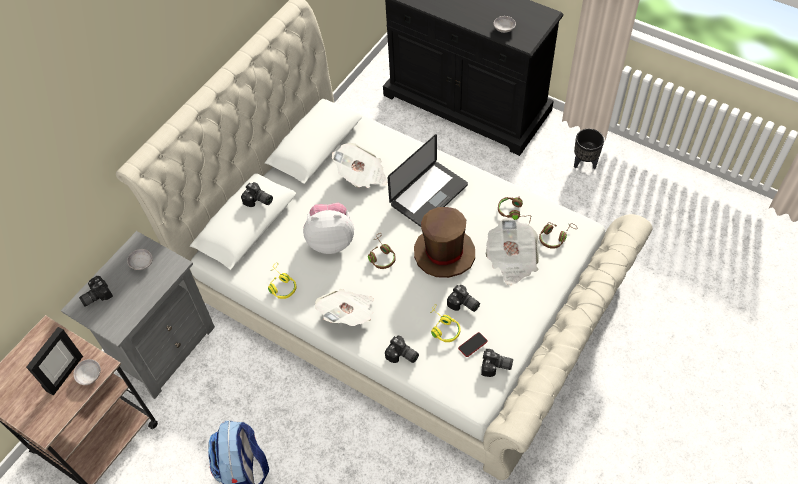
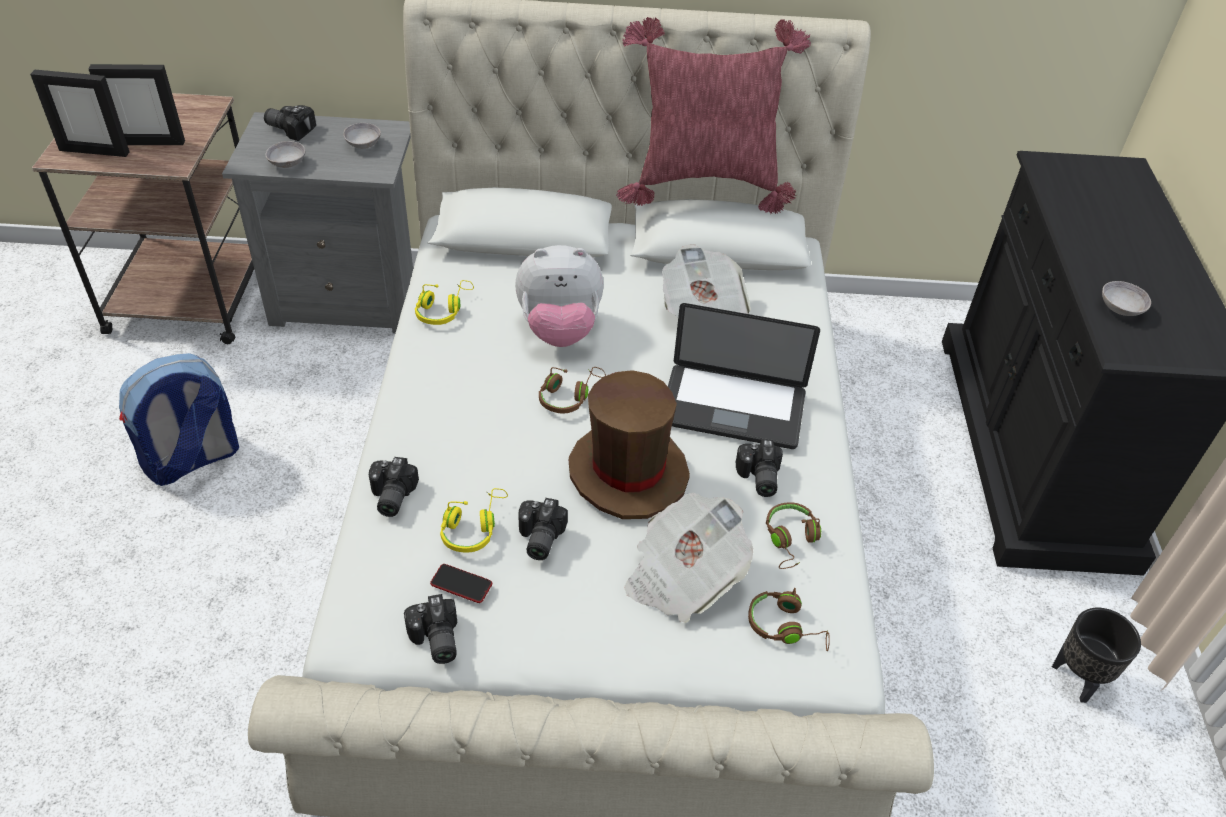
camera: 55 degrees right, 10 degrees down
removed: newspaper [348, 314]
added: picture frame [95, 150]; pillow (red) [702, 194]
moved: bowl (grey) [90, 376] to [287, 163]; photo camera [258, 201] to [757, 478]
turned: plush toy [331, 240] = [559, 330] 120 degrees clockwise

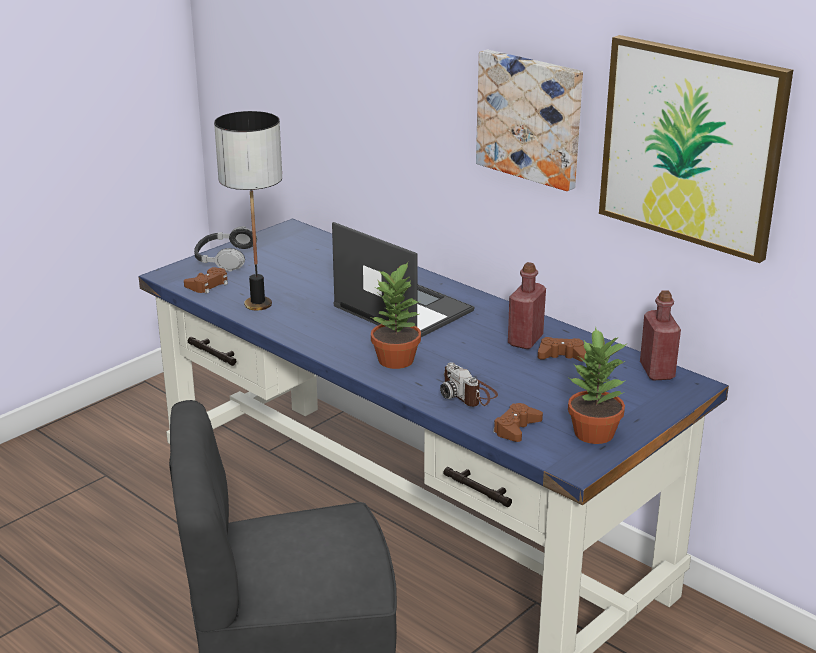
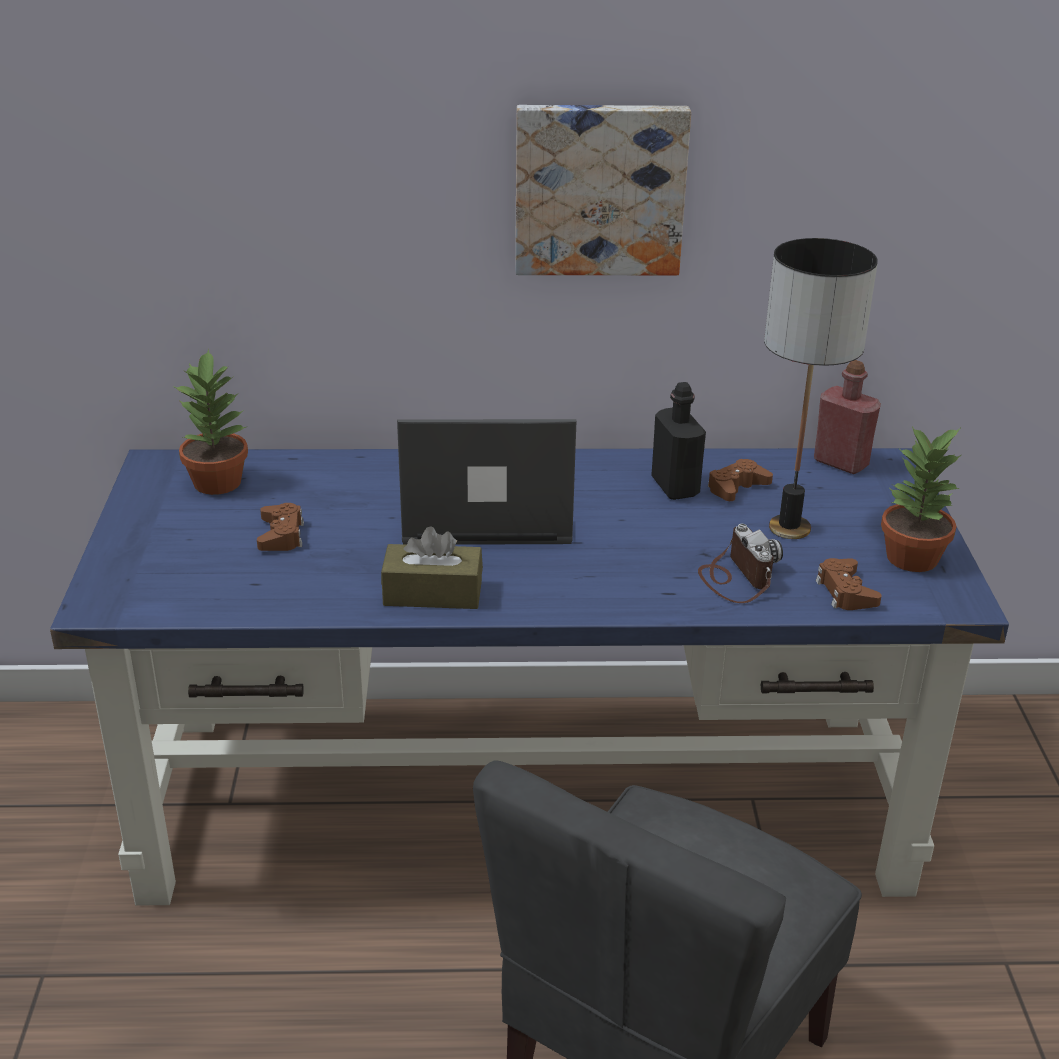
camera: 45 degrees left, 5 degrees up
removed: headphones [224, 258]; picture [691, 145]
added: tissue box (brown) [433, 593]
moved: game controller (brown) [208, 285] to [281, 535]; table lamp [259, 304] to [790, 527]; potted plant [397, 360] to [219, 482]
recoloured: bottle (red) [525, 340] to bottle (black) [675, 487]
turned: photo camera [469, 394] = [736, 577] 120 degrees counterclockwise

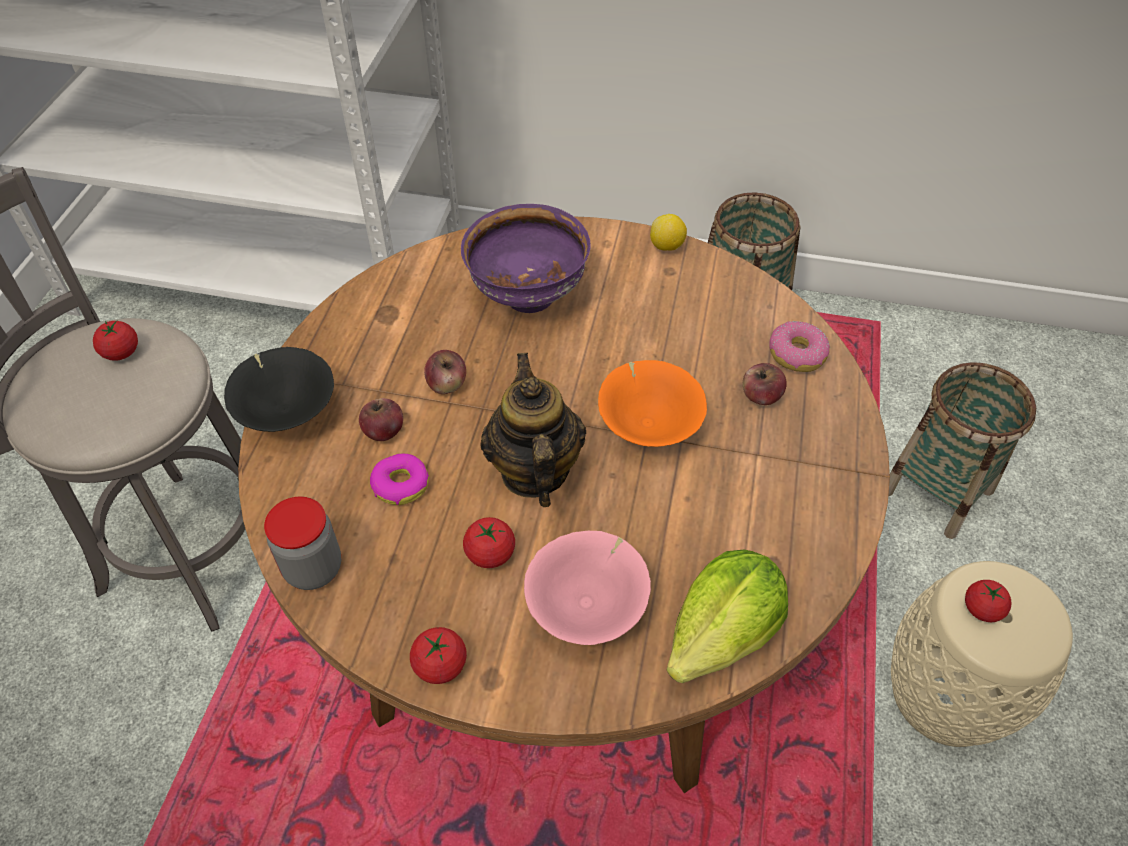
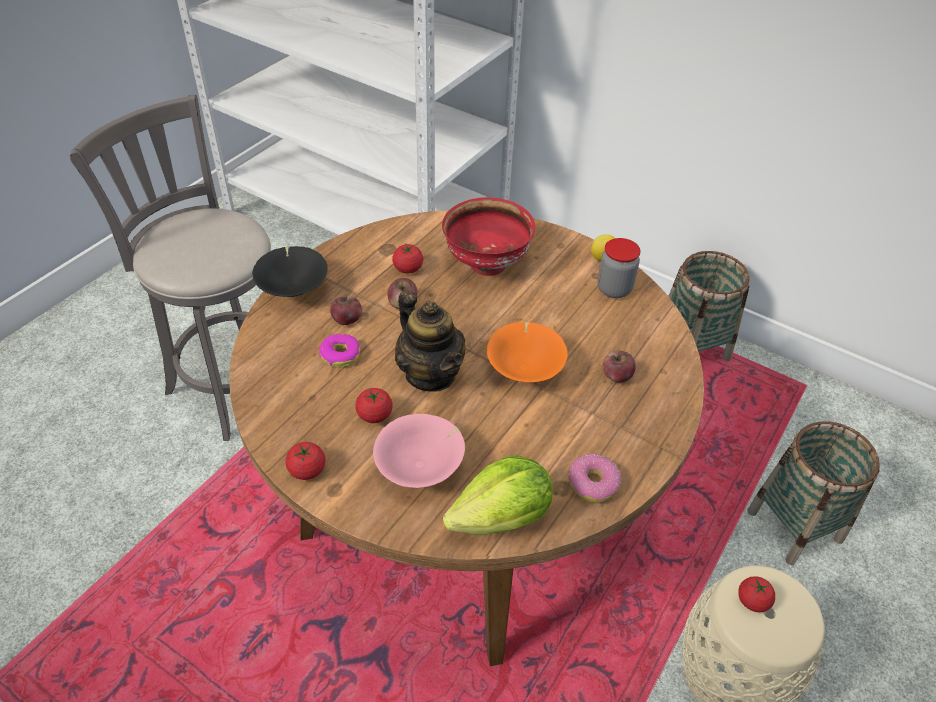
camera: 20 degrees right, 5 degrees down
moved: tomato [121, 352] to [408, 268]; jar [313, 568] to [614, 289]; donut [796, 354] to [592, 483]
recoloured: bowl (purple) [527, 298] to bowl (red) [486, 265]
turned: teapot [533, 471] = [430, 374] 135 degrees clockwise

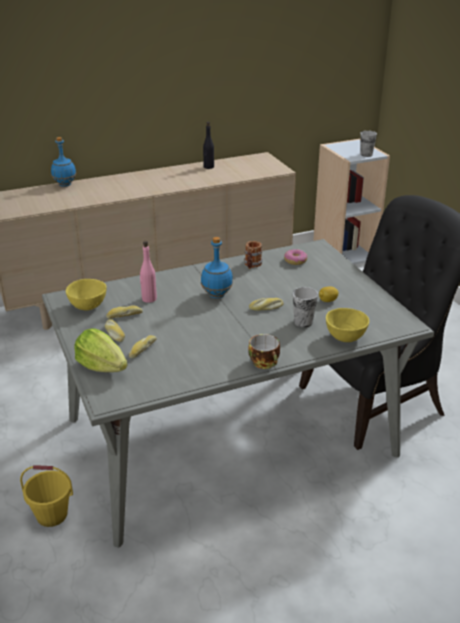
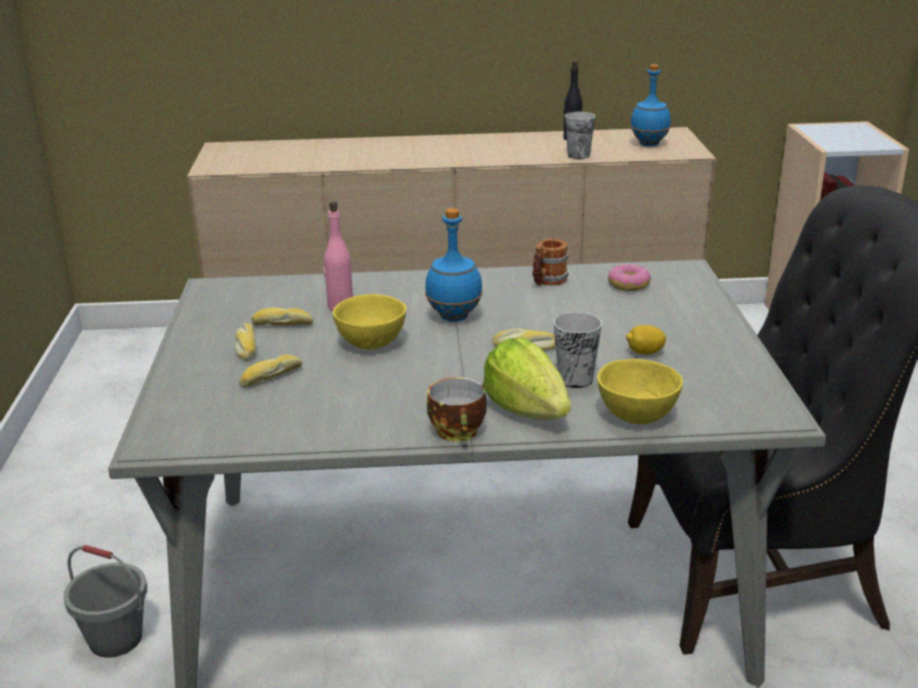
camera: 20 degrees right, 5 degrees down
moved: bottle (blue) [65, 185] to [648, 144]; bowl (yellow) [89, 306] to [372, 344]; lettuce [102, 367] to [527, 410]; cup [366, 154] to [578, 155]
recoloured: bucket (yellow) [51, 515] to bucket (grey) [115, 639]

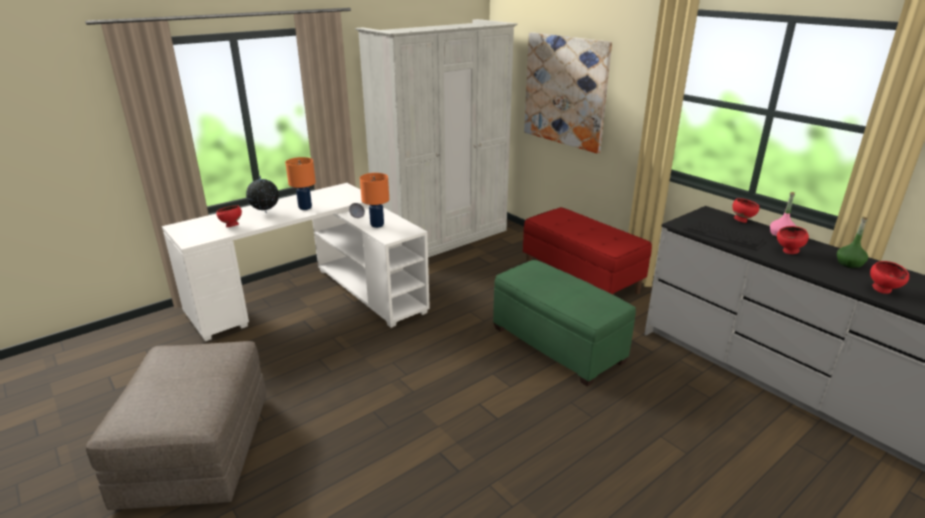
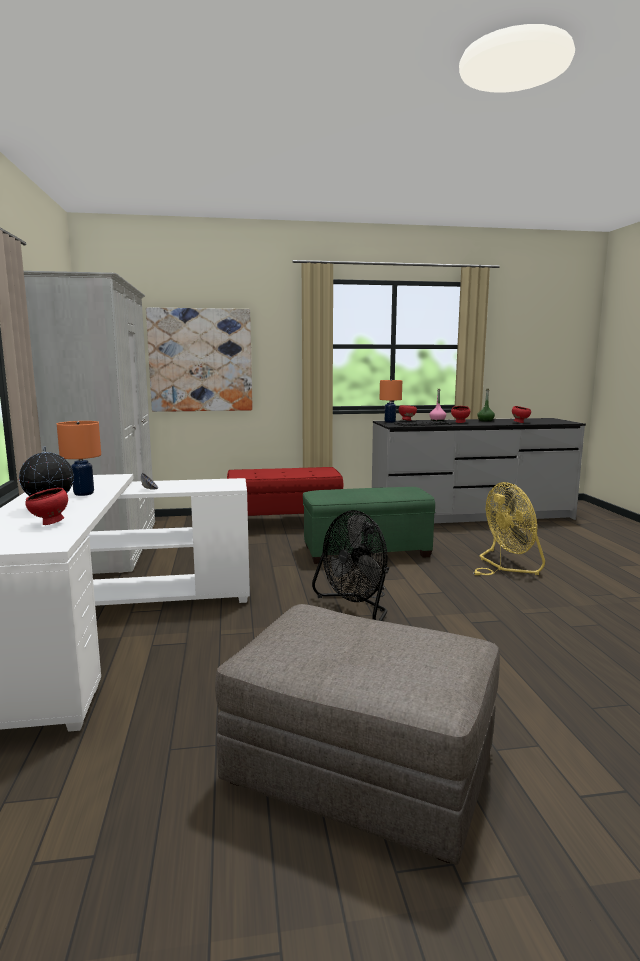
camera: 60 degrees left, 15 degrees down
added: fan (black) [358, 606]; fan (yellow) [502, 564]
moved: table lamp (orange) [376, 225] to [390, 422]

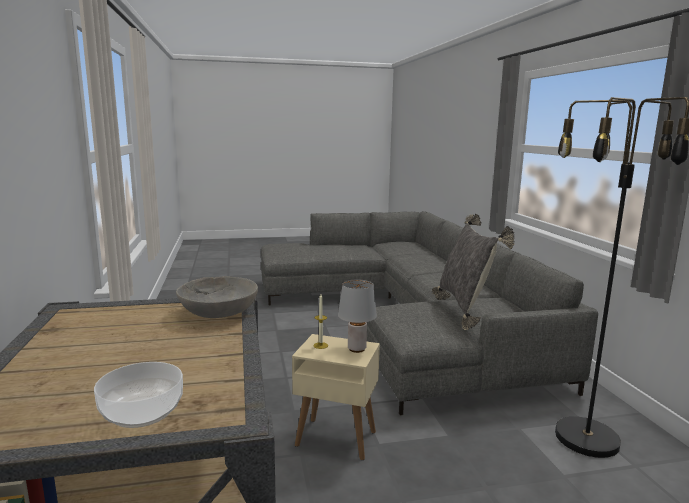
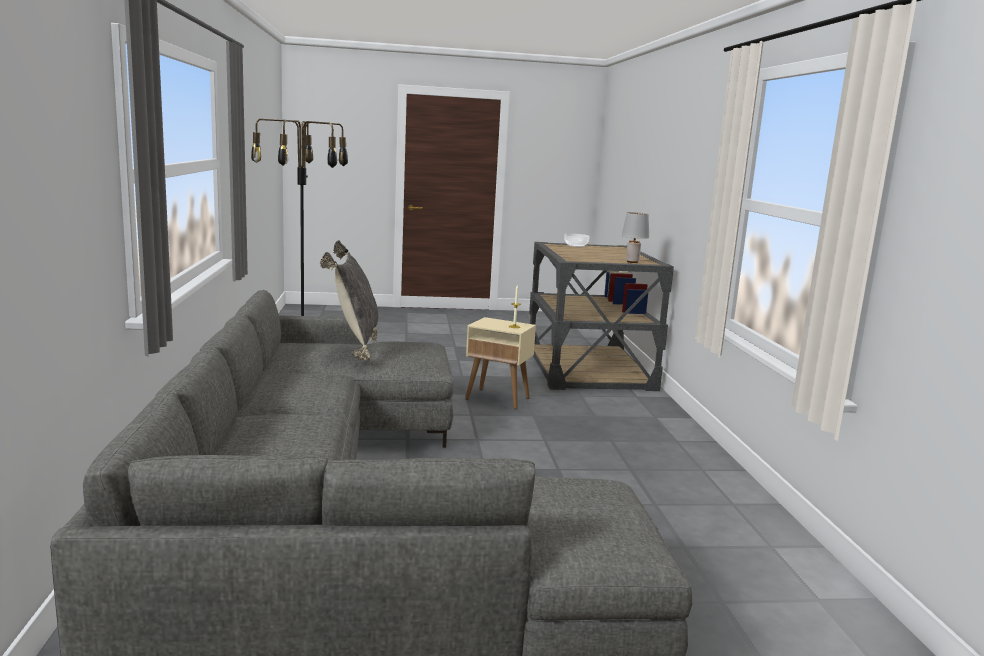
camera: 175 degrees left, 0 degrees up
removed: bowl (grey) [218, 312]
moved: table lamp (grey) [356, 349] to [632, 262]

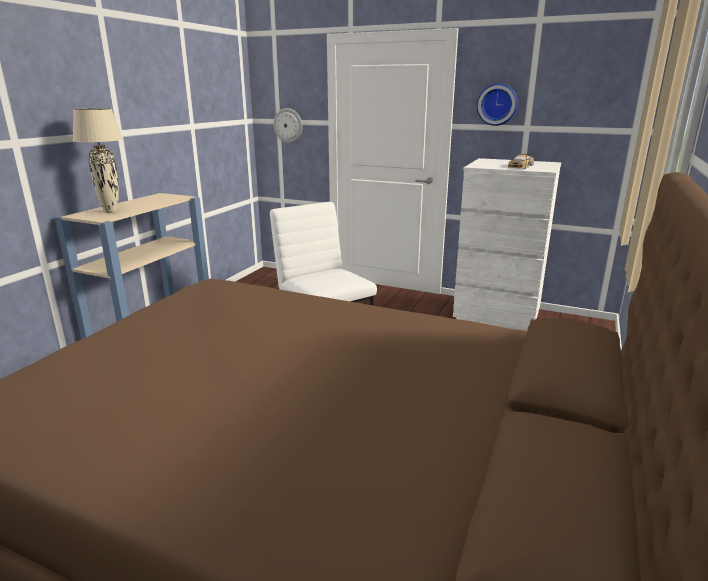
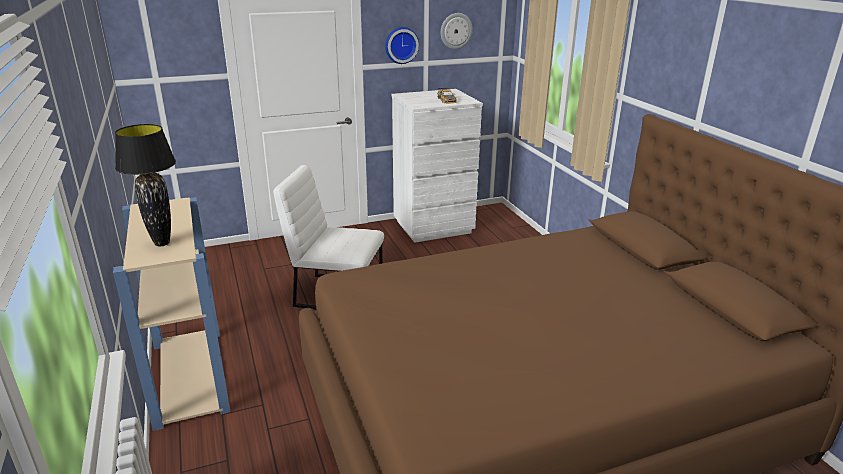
camera: 45 degrees left, 5 degrees up
moved: wall clock [288, 125] to [456, 31]
recoloured: table lamp (beige) [111, 211] to table lamp (black) [162, 243]

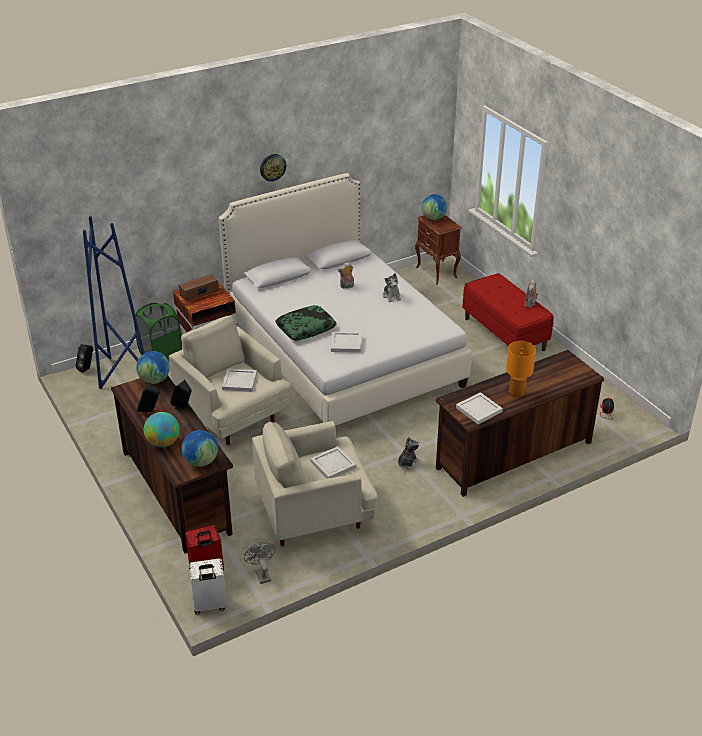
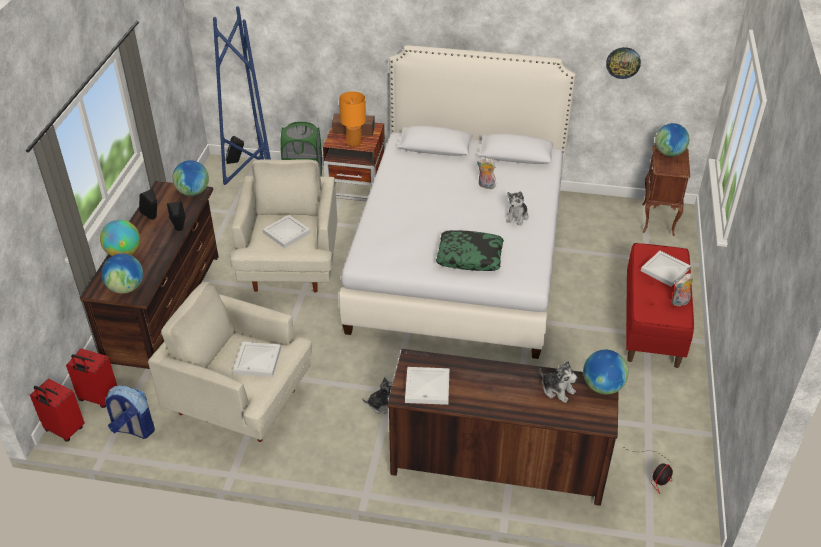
camera: 40 degrees right, 5 degrees up
added: plush toy [557, 390]; globe [602, 386]
moved: wall clock [272, 167] to [623, 62]; pillow [306, 328] to [470, 256]; tray (white) [345, 343] to [664, 269]; table lamp (orange) [517, 393] to [354, 144]
replaced: fan (grey) [261, 574] to backpack [133, 429]
recoloured: suitcase (white) [210, 605] to suitcase (red) [64, 430]

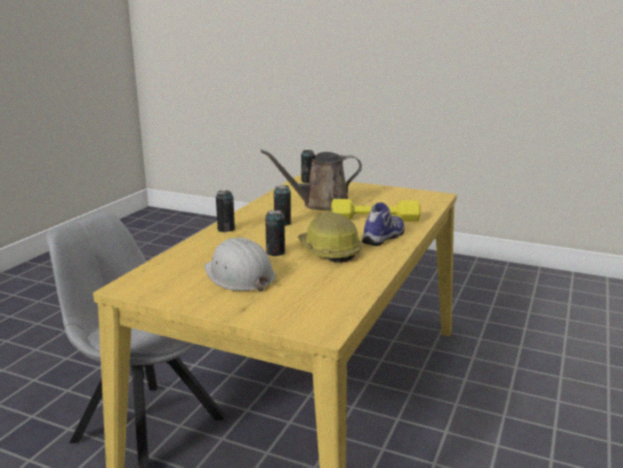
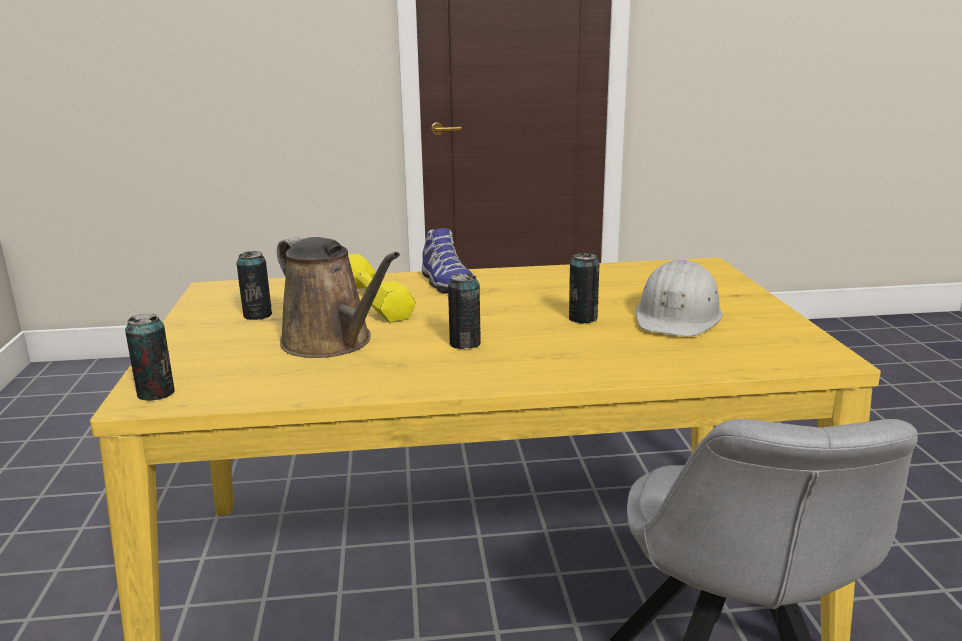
camera: 120 degrees left, 0 degrees up
removed: hard hat [328, 251]
moved: can [226, 229] to [257, 315]
turned: shoe [384, 237] = [445, 284] 120 degrees counterclockwise

